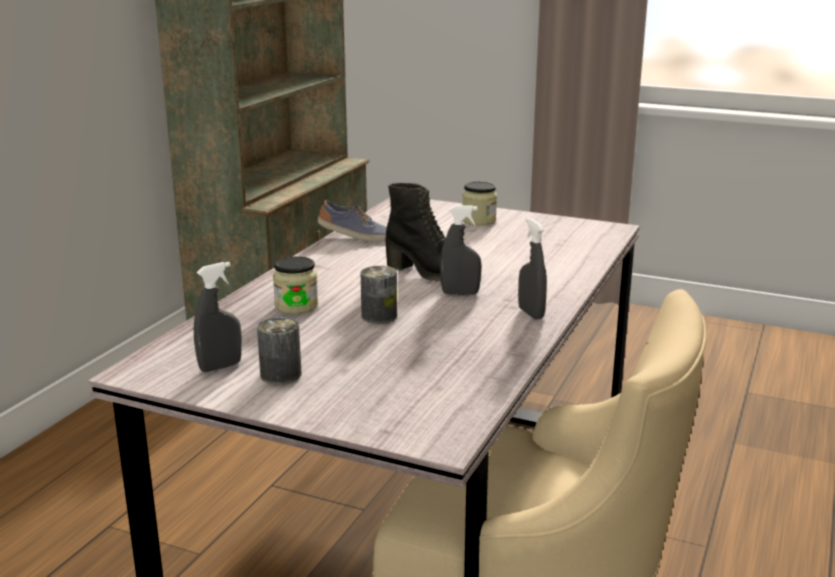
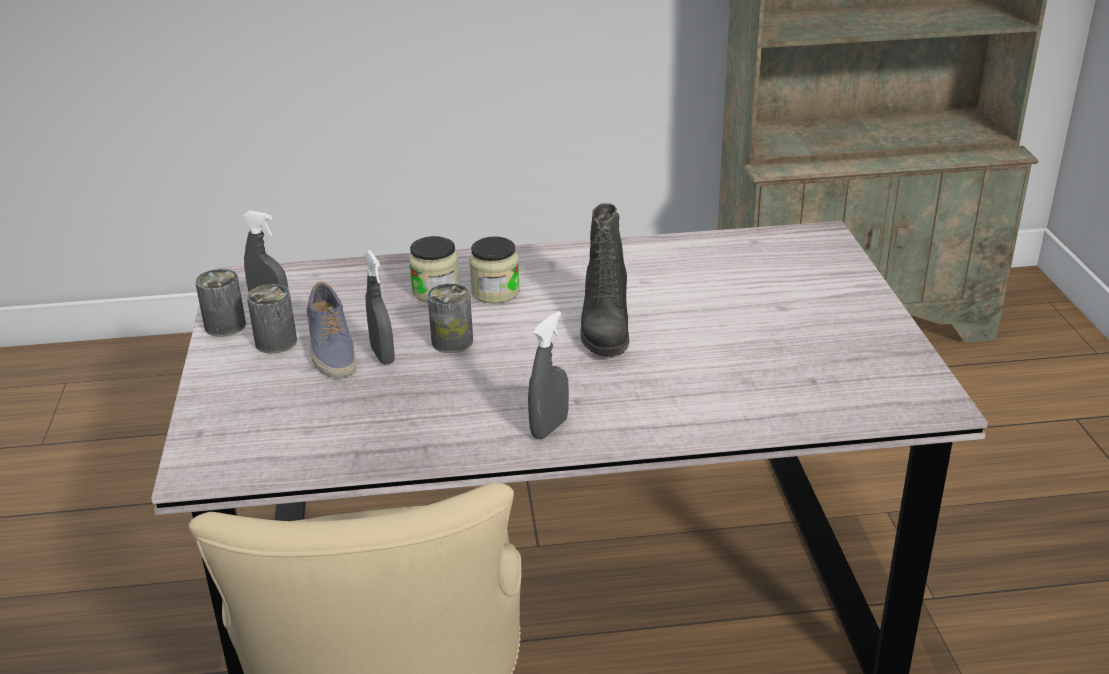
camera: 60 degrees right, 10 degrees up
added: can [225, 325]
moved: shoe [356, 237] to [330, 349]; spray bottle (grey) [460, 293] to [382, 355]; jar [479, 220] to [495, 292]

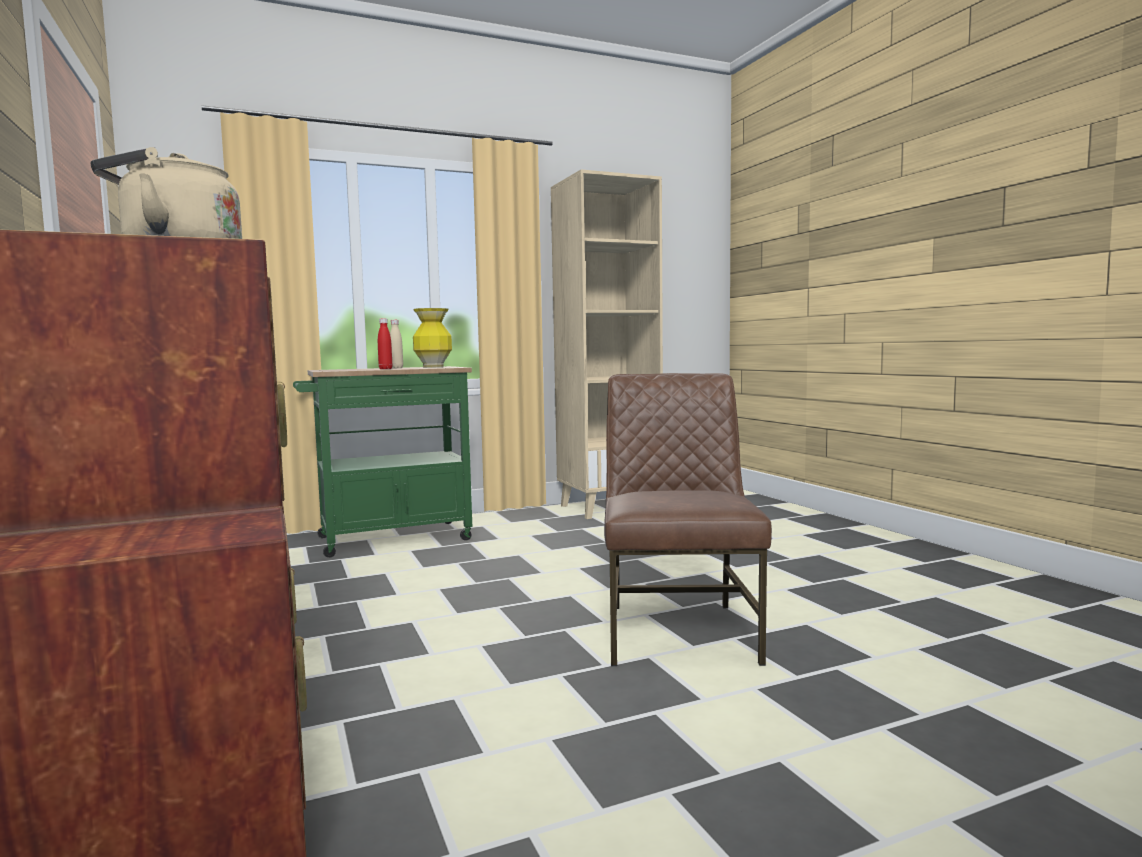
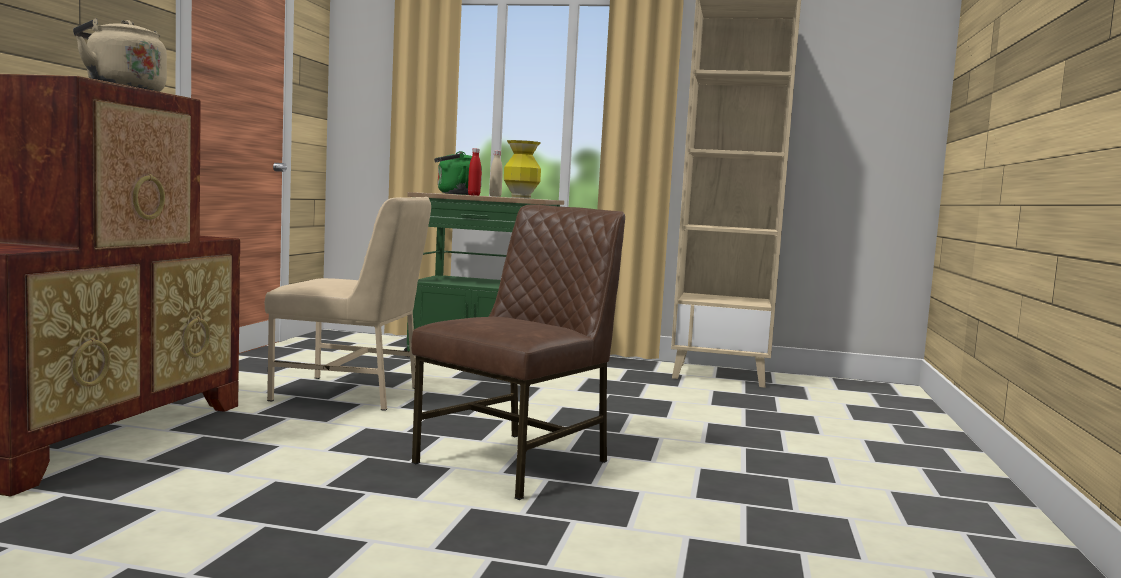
camera: 35 degrees right, 0 degrees up
added: chair (beige) [349, 394]; kettle (green) [455, 194]

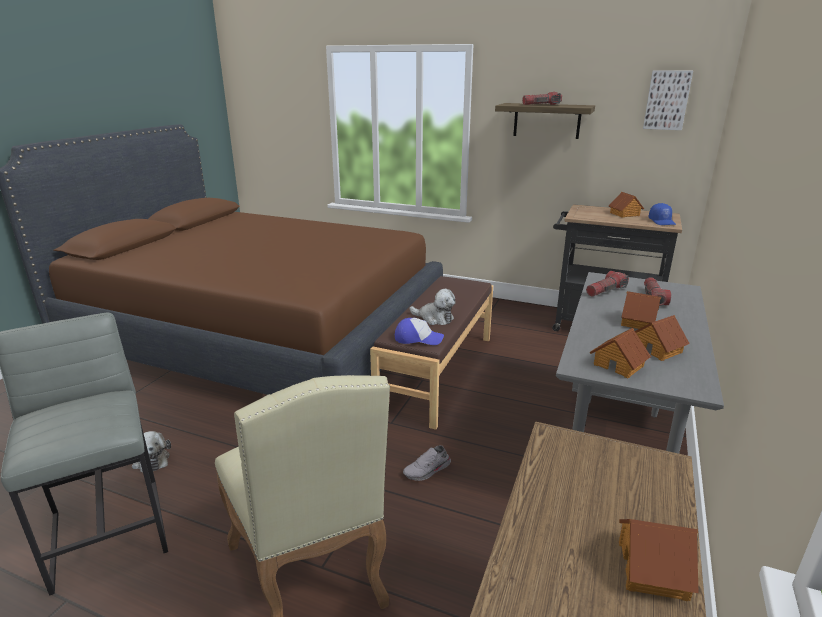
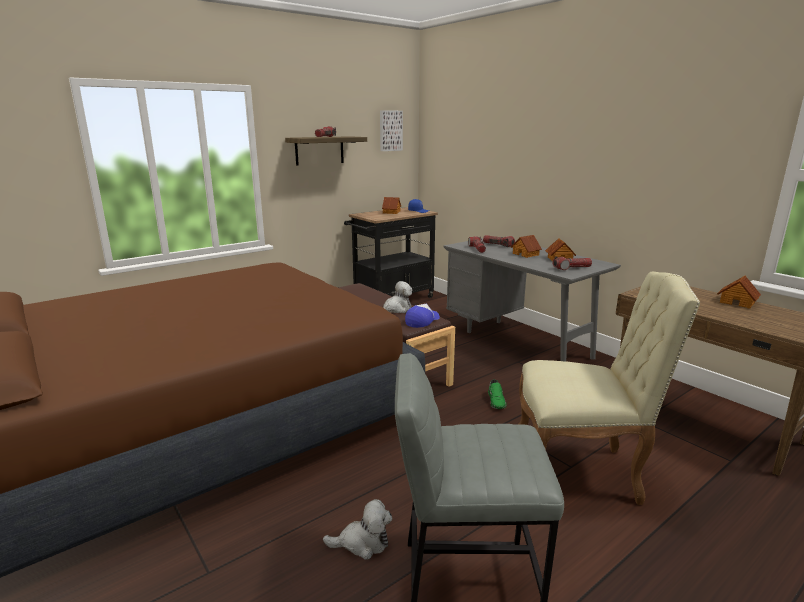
camera: 60 degrees left, 5 degrees down
replaced: toy house [619, 365] to flashlight [571, 268]
recoloured: shoe (grey) [427, 471] to shoe (green) [497, 401]

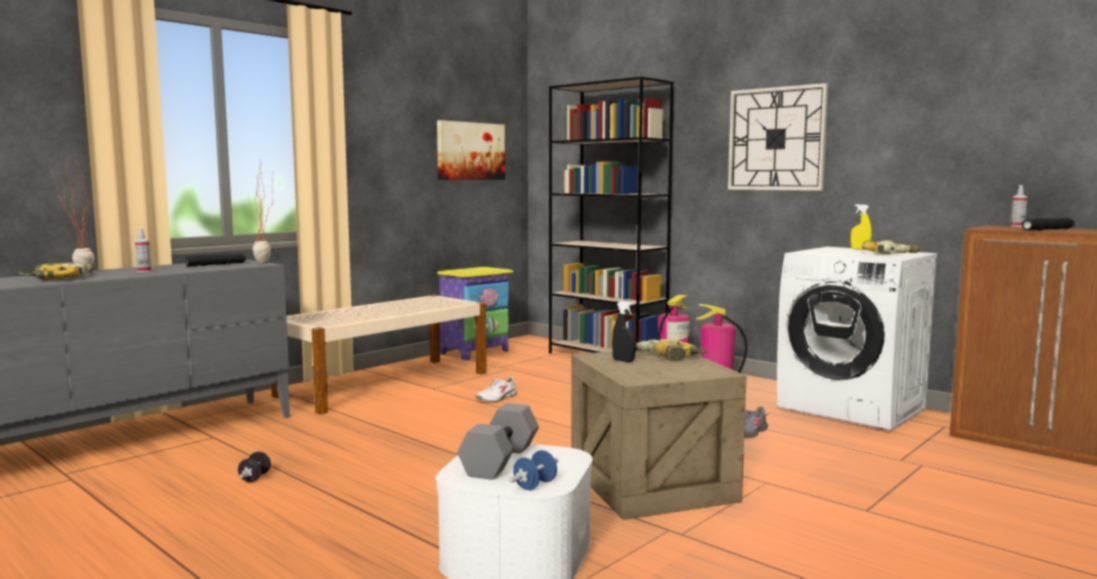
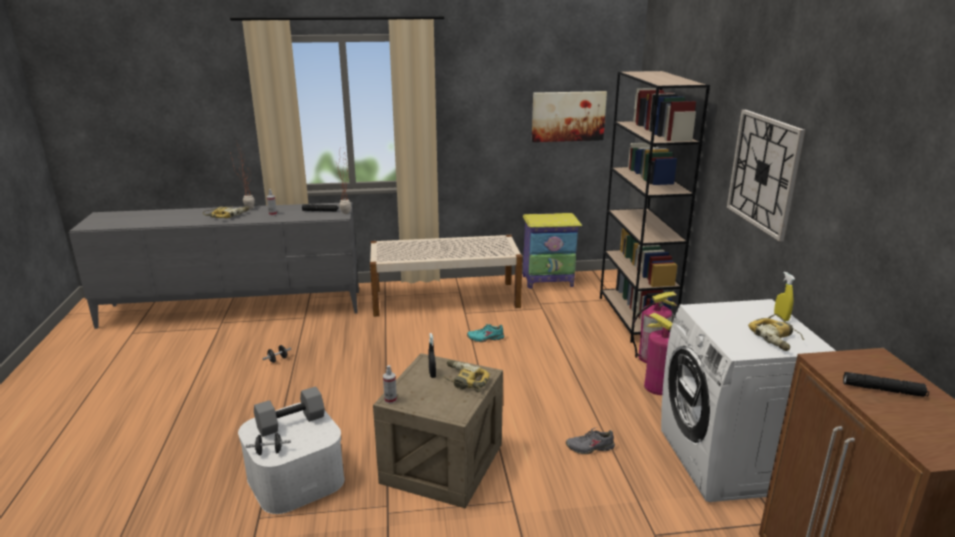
camera: 40 degrees right, 15 degrees up
moved: spray bottle [1017, 226] to [390, 400]
recoloured: shoe (white) [496, 398] to shoe (turquoise) [485, 338]; dumbbell (blue) [535, 485] to dumbbell (black) [269, 452]

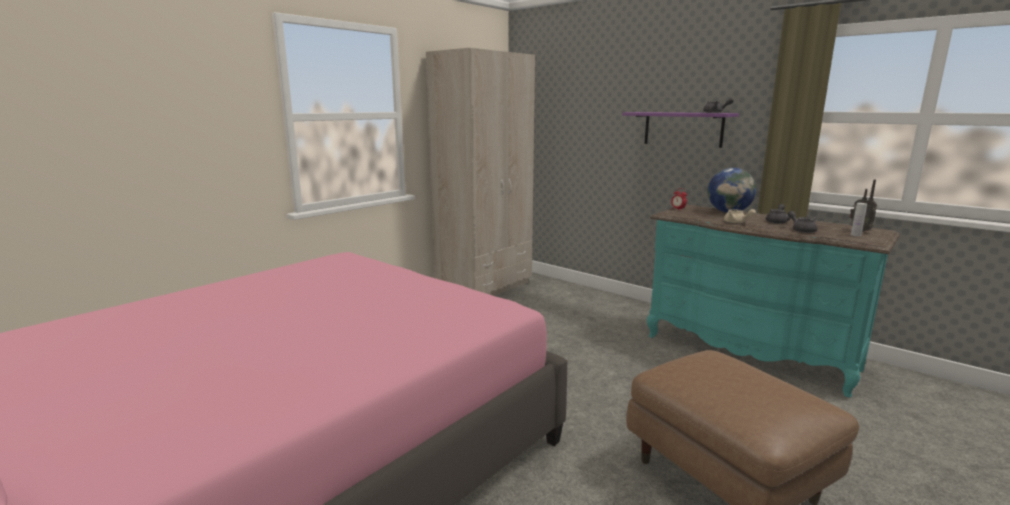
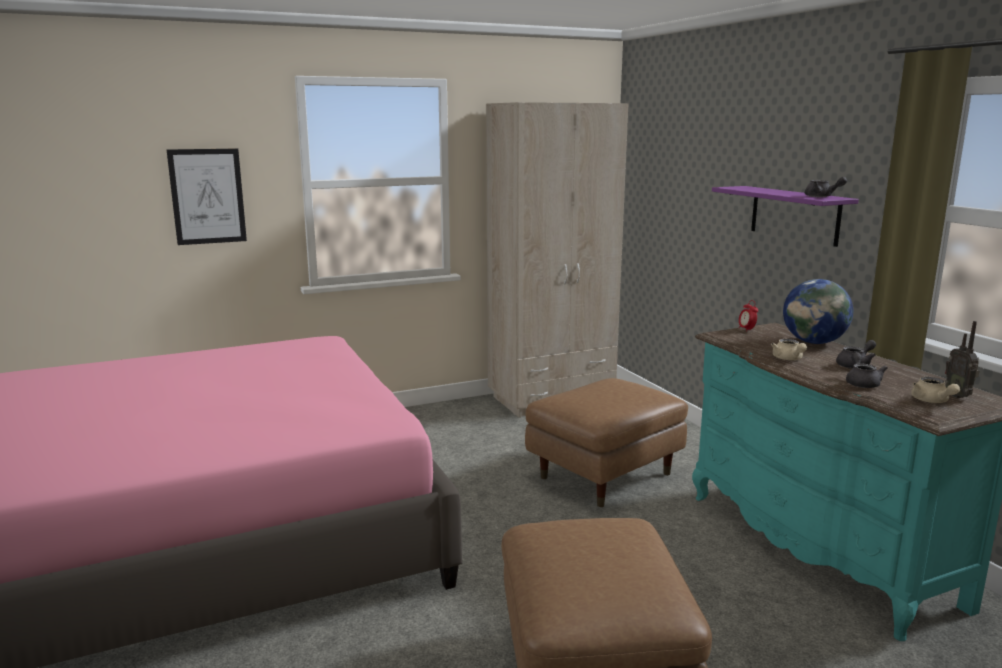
camera: 25 degrees right, 0 degrees up
added: picture [207, 196]; ottoman (brown) [604, 477]
replaced: bottle (white) [855, 235] to teapot (beige) [932, 401]

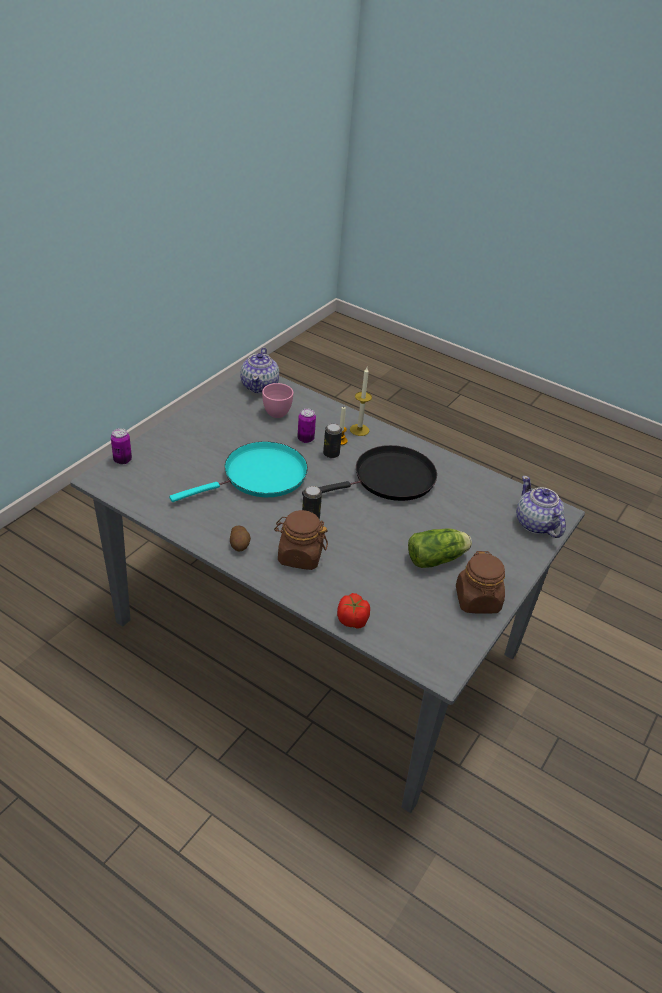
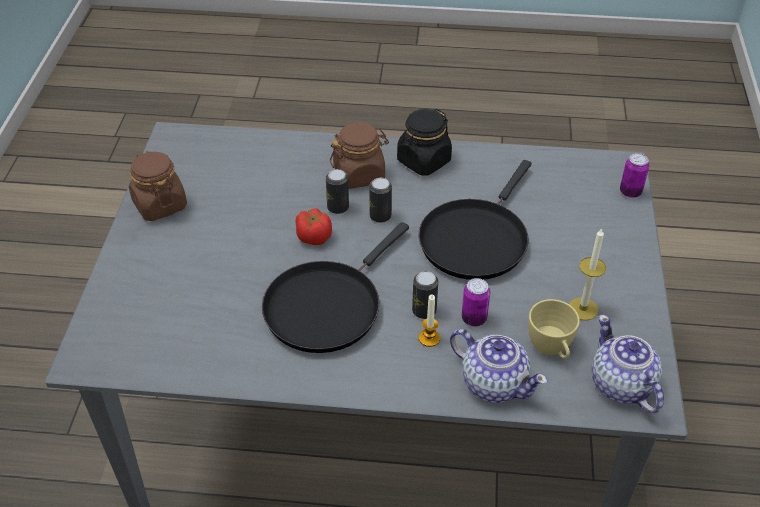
camera: 155 degrees right, 5 degrees up
removed: lettuce [438, 558]
added: can [338, 207]
moved: tomato [352, 620] to [314, 237]; candle [359, 430] to [583, 309]; teapot [535, 524] to [493, 383]
replaced: potato [240, 544] to jar (black) [423, 161]
recoloured: frying pan (turquoise) [260, 476] to frying pan (black) [475, 239]; cup (pink) [278, 411] to cup (yellow) [551, 349]

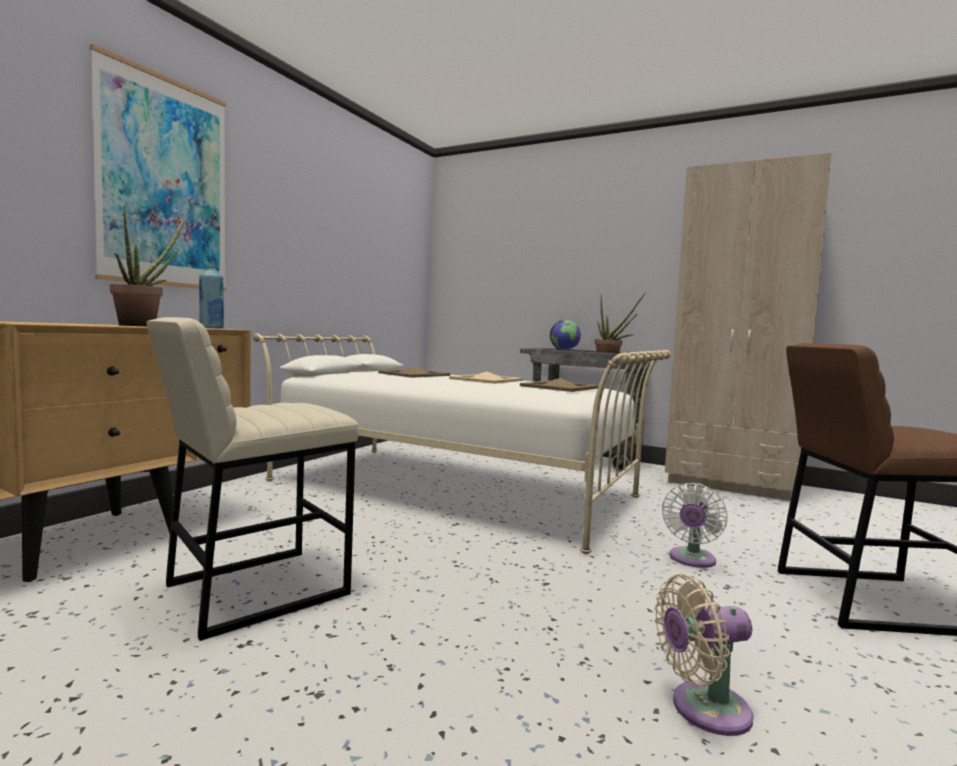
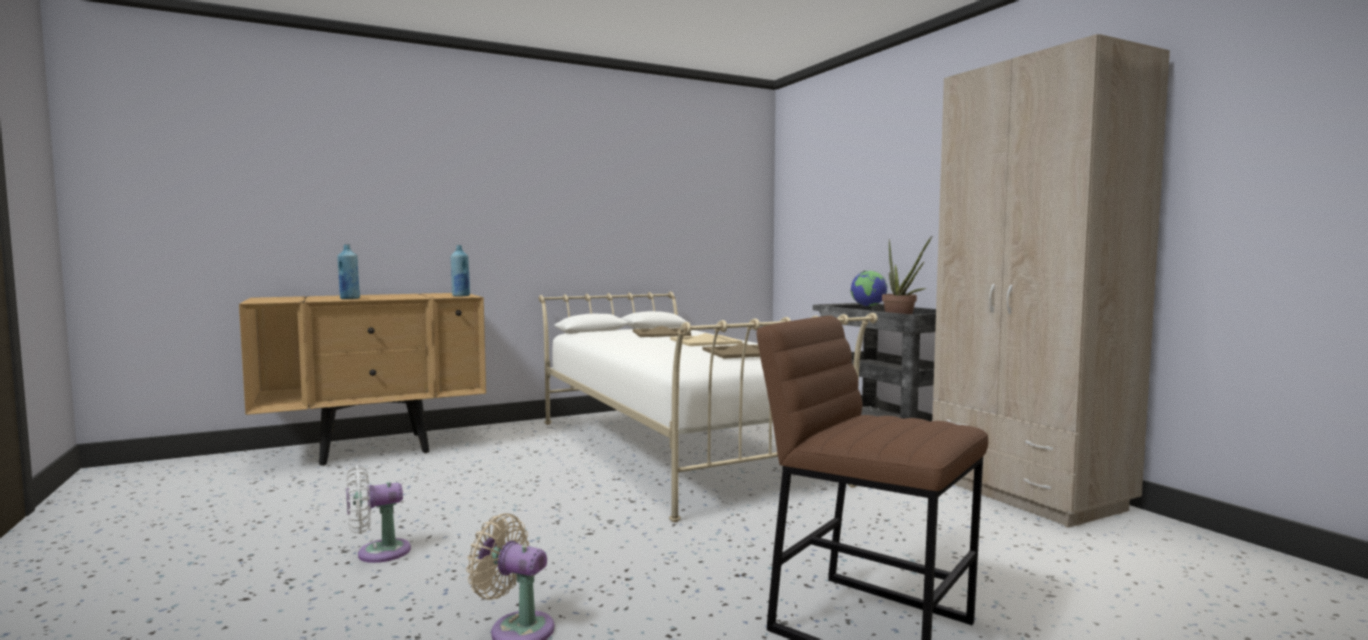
camera: 35 degrees right, 0 degrees up
removed: picture [164, 183]; potted plant [144, 326]; chair (beige) [252, 591]
added: bottle (blue) [349, 299]
moved: fan (white) [691, 560] to [377, 553]

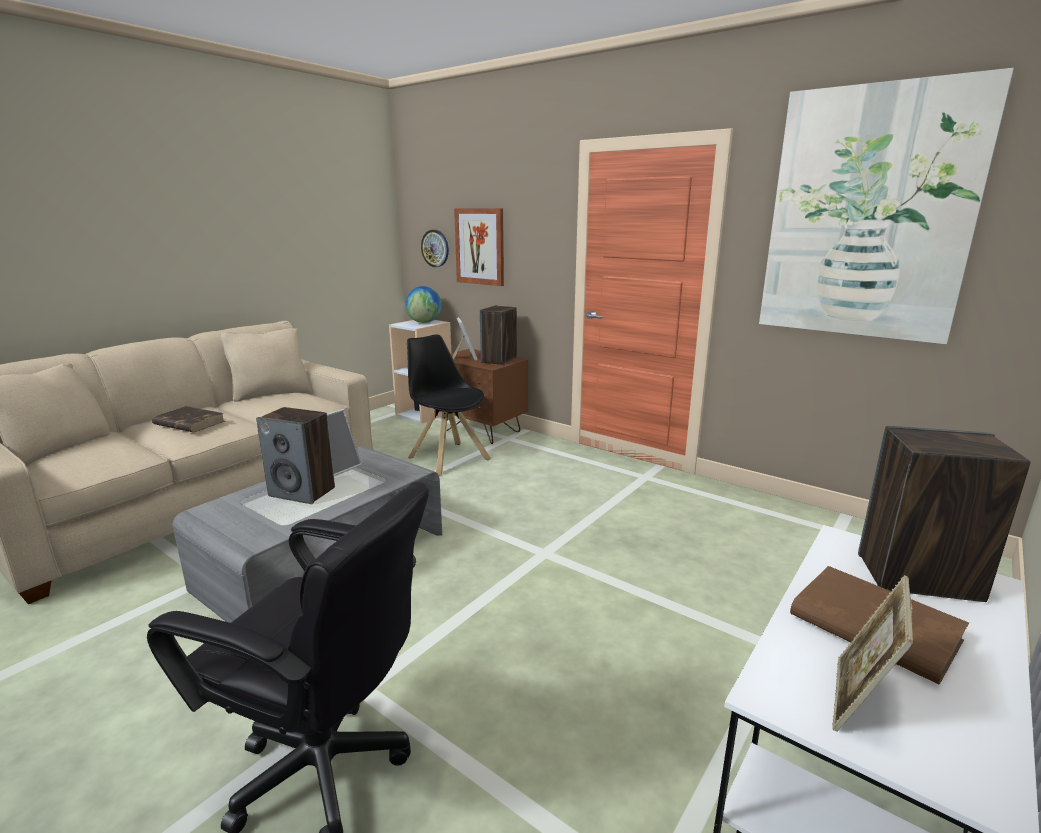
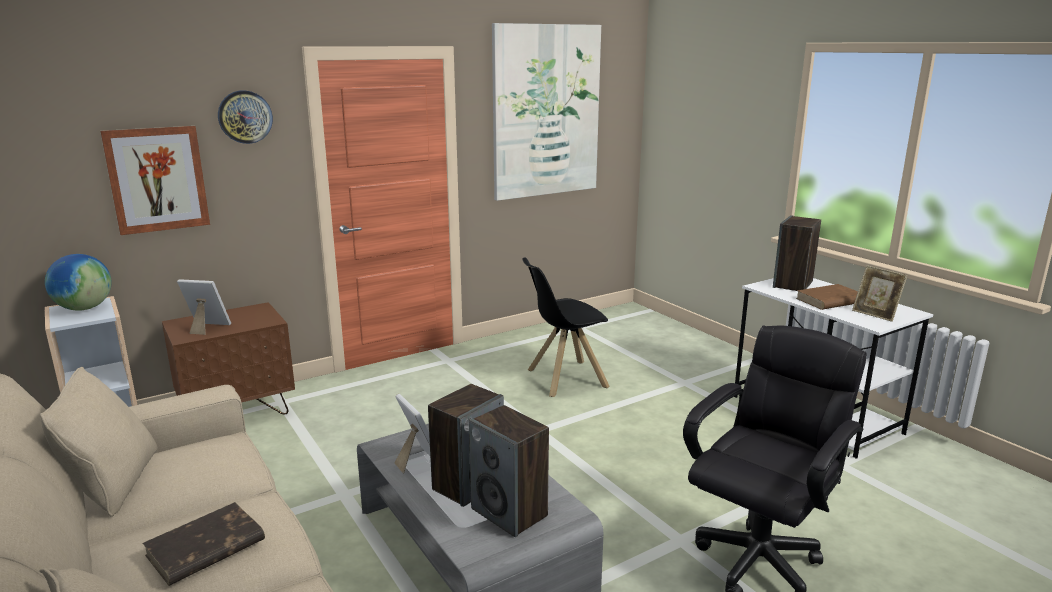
camera: 70 degrees left, 0 degrees up
moved: chair (black) [448, 457] to [564, 378]; wall clock [435, 248] to [245, 117]; speaker [499, 360] to [510, 512]

